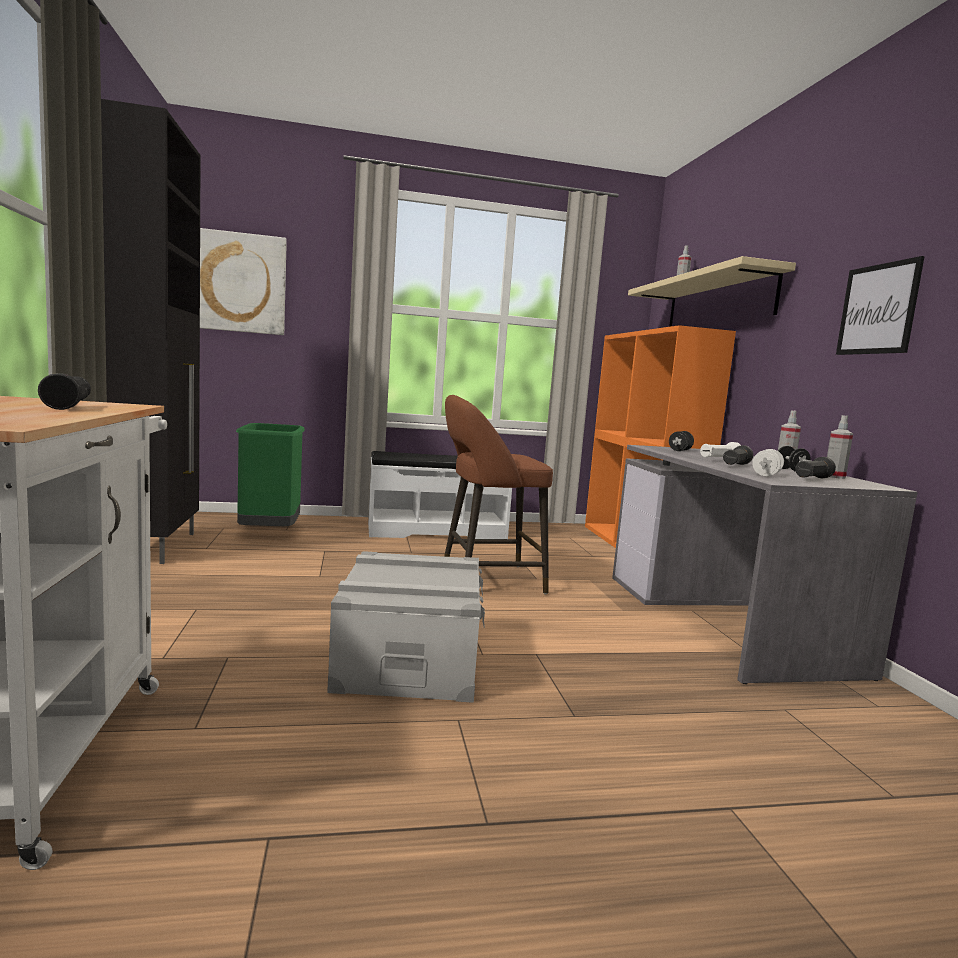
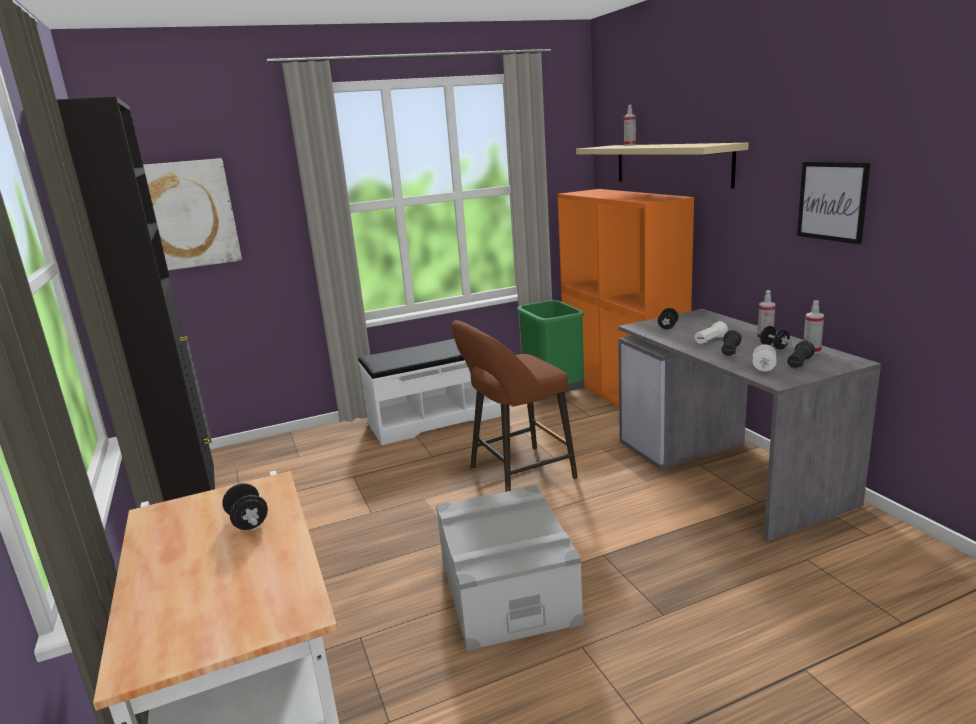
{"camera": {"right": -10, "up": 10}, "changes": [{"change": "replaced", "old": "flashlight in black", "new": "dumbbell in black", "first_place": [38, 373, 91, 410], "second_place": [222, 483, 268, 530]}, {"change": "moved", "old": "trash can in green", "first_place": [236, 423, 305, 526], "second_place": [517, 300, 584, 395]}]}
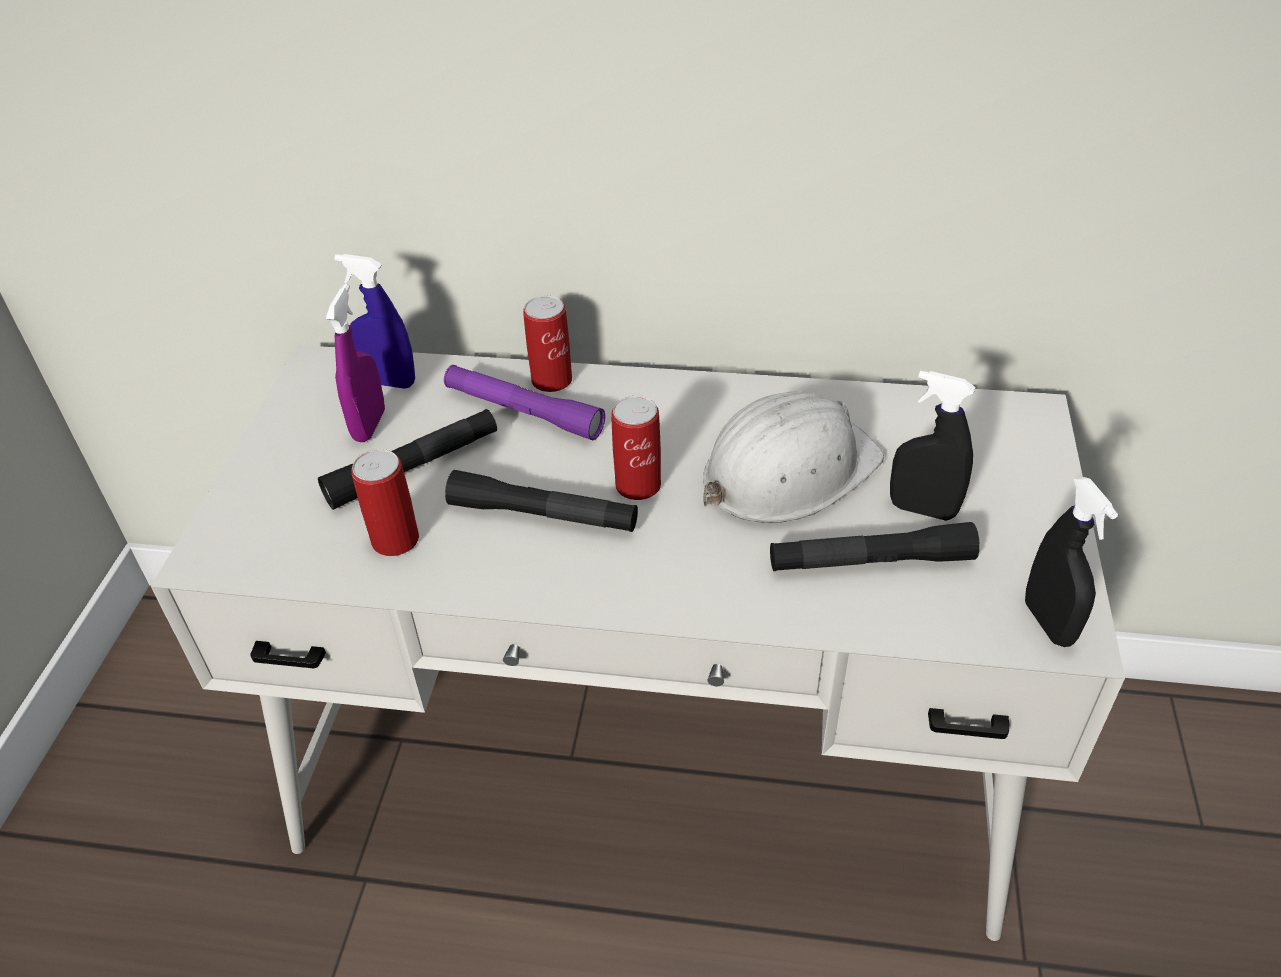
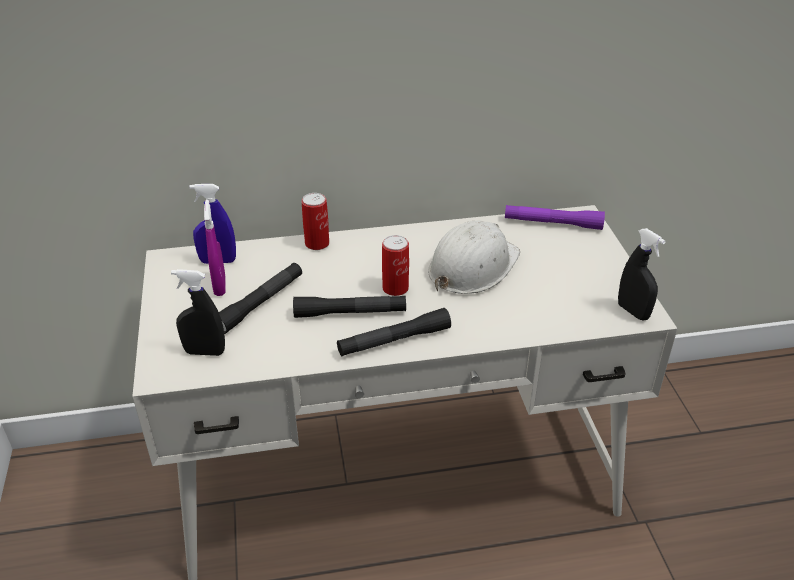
{"camera": {"right": -20, "up": -5}, "changes": [{"change": "removed", "old": "can", "first_place": [351, 449, 419, 556]}, {"change": "moved", "old": "flashlight in purple", "first_place": [444, 365, 605, 440], "second_place": [505, 205, 605, 230]}, {"change": "moved", "old": "flashlight in black", "first_place": [770, 522, 980, 571], "second_place": [337, 308, 451, 356]}, {"change": "moved", "old": "spray bottle in black", "first_place": [890, 371, 975, 521], "second_place": [171, 269, 225, 356]}]}
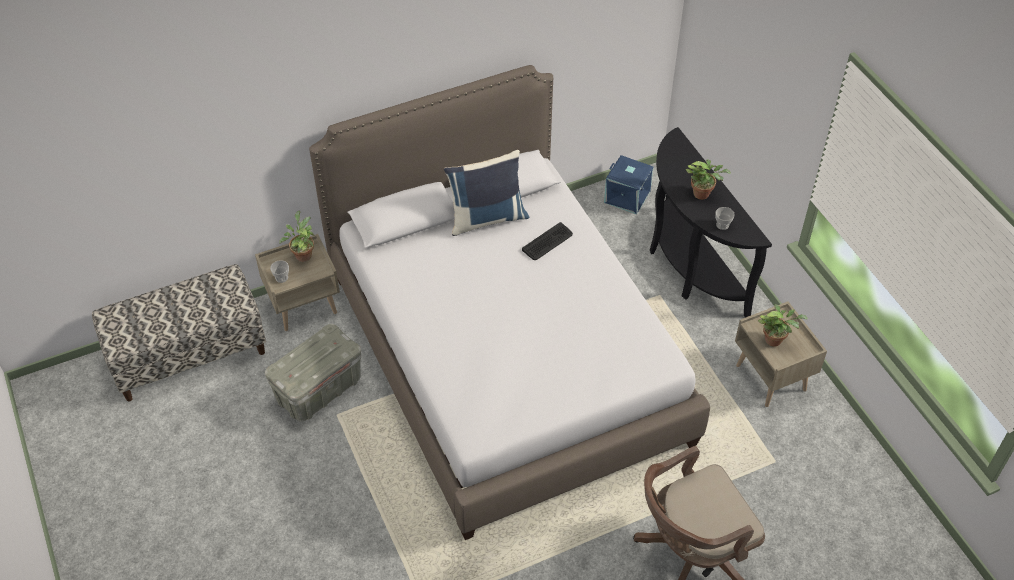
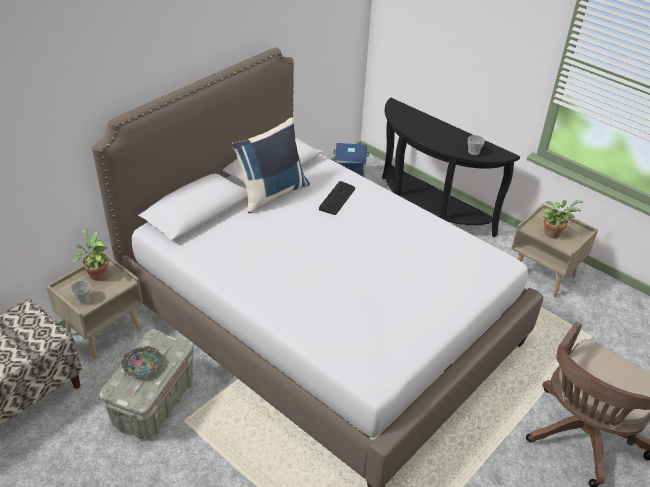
{"camera": {"right": -25, "up": -10}, "changes": [{"change": "removed", "old": "potted plant", "first_place": [686, 159, 731, 200]}, {"change": "added", "new": "bowl", "second_place": [121, 346, 163, 378]}]}
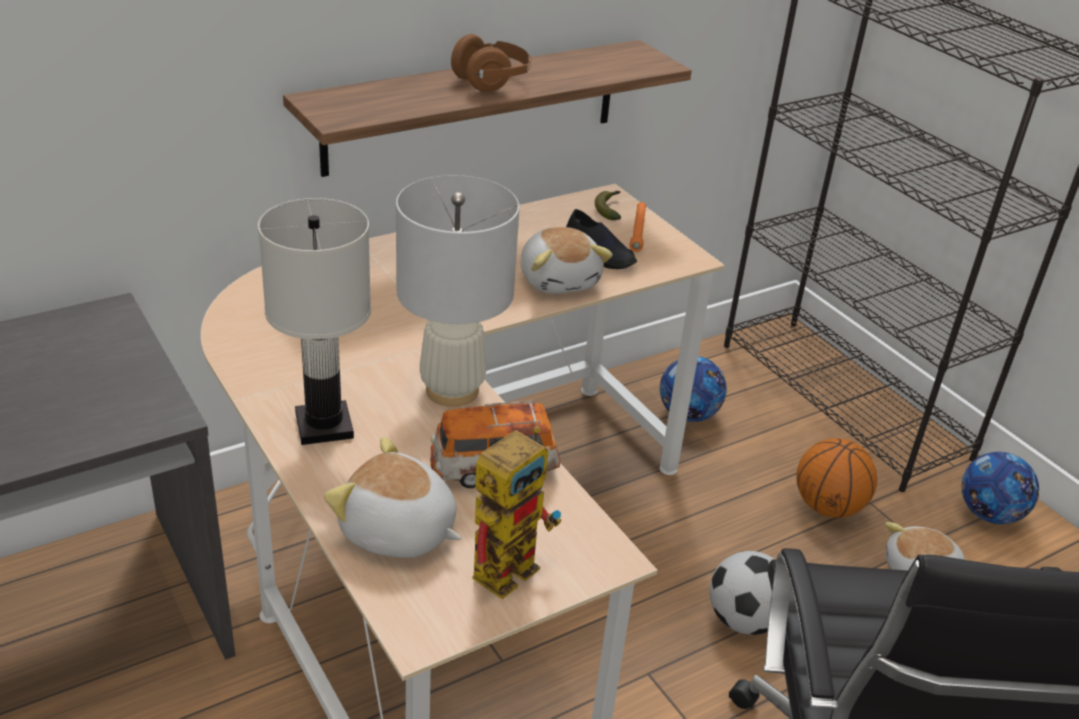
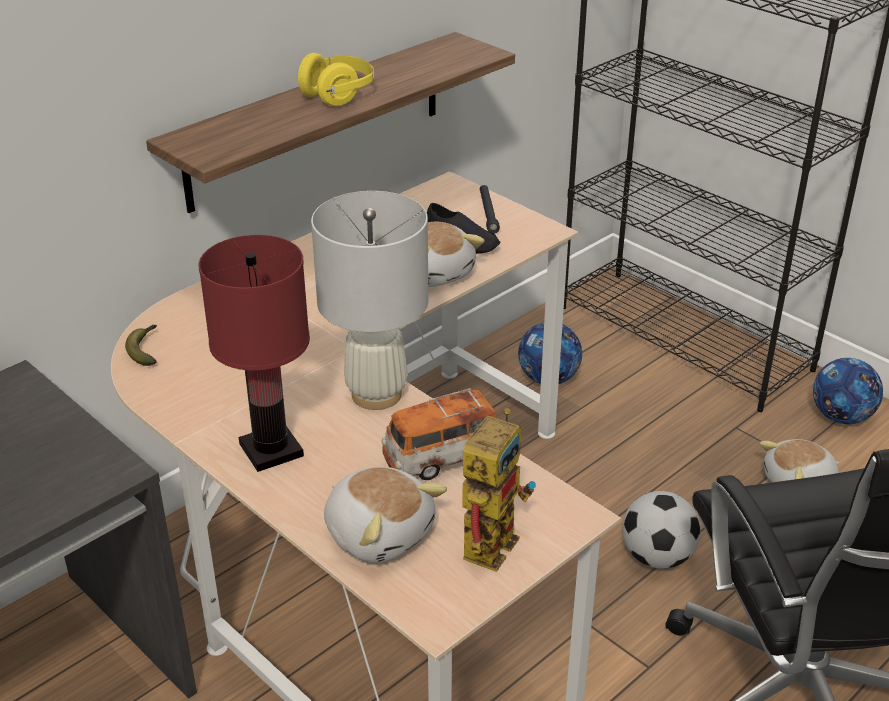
{"camera": {"right": -10, "up": 0}, "changes": [{"change": "recoloured", "old": "table lamp in white", "new": "table lamp in red", "first_place": [258, 198, 371, 445], "second_place": [198, 235, 310, 472]}, {"change": "turned", "old": "plush toy", "first_place": [324, 437, 462, 558], "second_place": [324, 466, 447, 563], "degrees": -150}, {"change": "recoloured", "old": "headphones in brown", "new": "headphones in yellow", "first_place": [451, 34, 532, 92], "second_place": [298, 53, 374, 106]}, {"change": "moved", "old": "banana", "first_place": [595, 191, 621, 220], "second_place": [125, 325, 157, 366]}, {"change": "recoloured", "old": "flashlight in orange", "new": "flashlight in black", "first_place": [630, 202, 646, 252], "second_place": [480, 185, 500, 234]}, {"change": "removed", "old": "basketball", "first_place": [796, 438, 877, 518]}]}
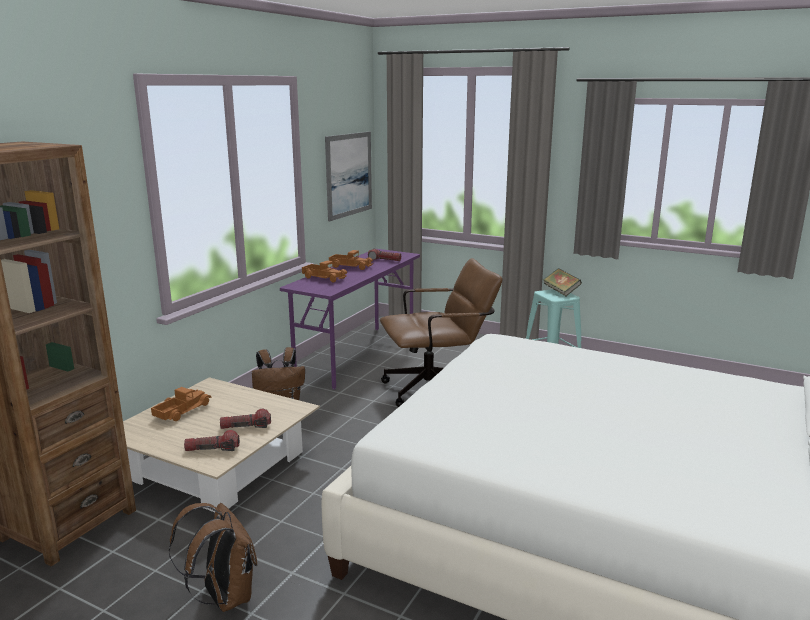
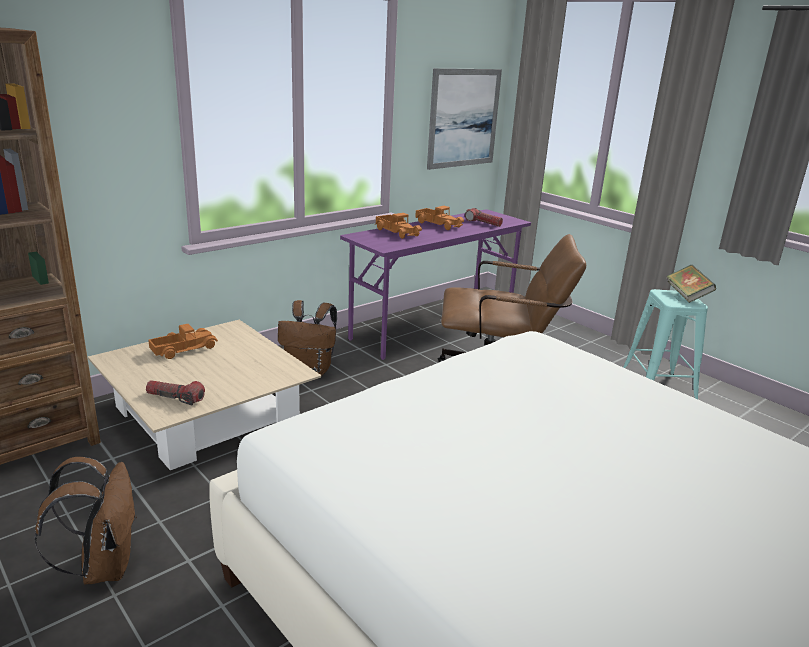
{"camera": {"right": 20, "up": 5}, "changes": [{"change": "removed", "old": "flashlight", "first_place": [220, 409, 271, 429]}]}
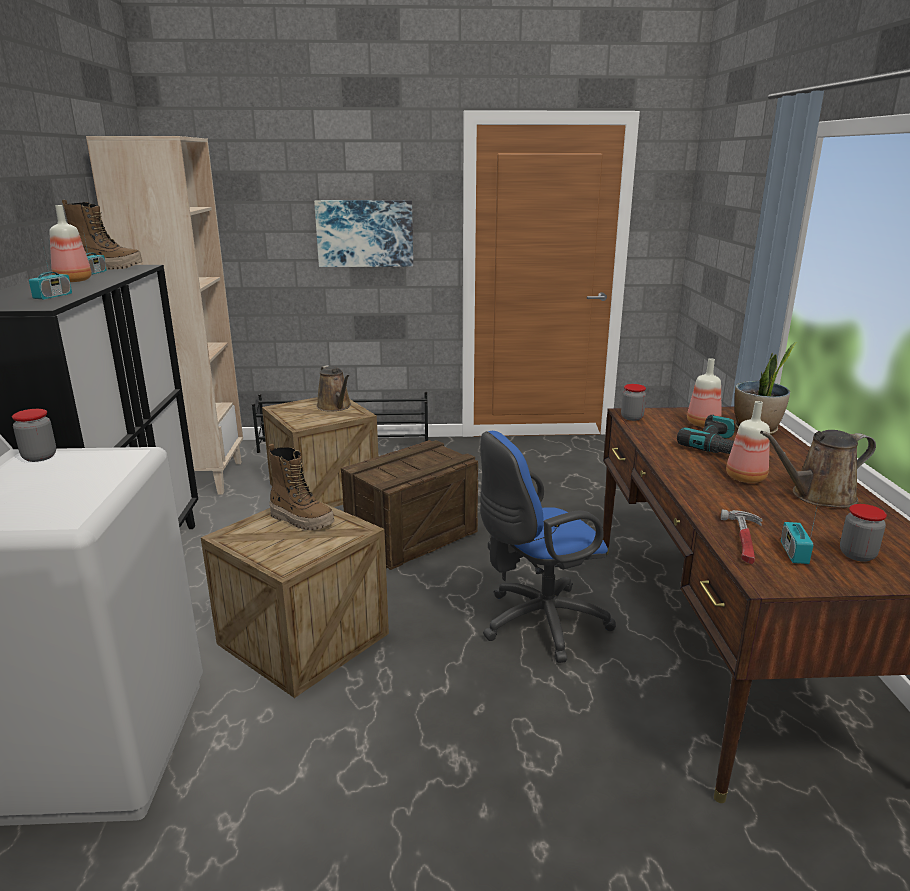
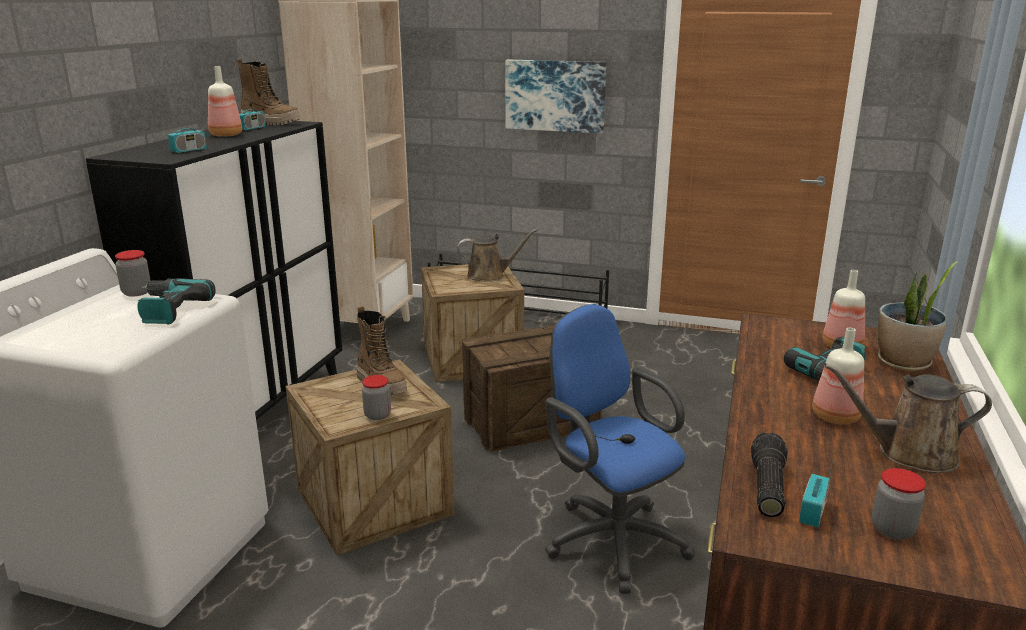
{"camera": {"right": 20, "up": 0}, "changes": [{"change": "turned", "old": "watering can in brown", "first_place": [316, 365, 351, 412], "second_place": [457, 229, 538, 282], "degrees": -90}, {"change": "turned", "old": "office chair in blue", "first_place": [480, 431, 616, 663], "second_place": [545, 304, 695, 594], "degrees": 60}, {"change": "moved", "old": "jar", "first_place": [621, 384, 646, 421], "second_place": [362, 375, 391, 420]}, {"change": "replaced", "old": "hammer", "new": "flashlight", "first_place": [721, 509, 762, 564], "second_place": [751, 432, 788, 517]}, {"change": "added", "new": "power drill", "second_place": [137, 278, 216, 325]}]}
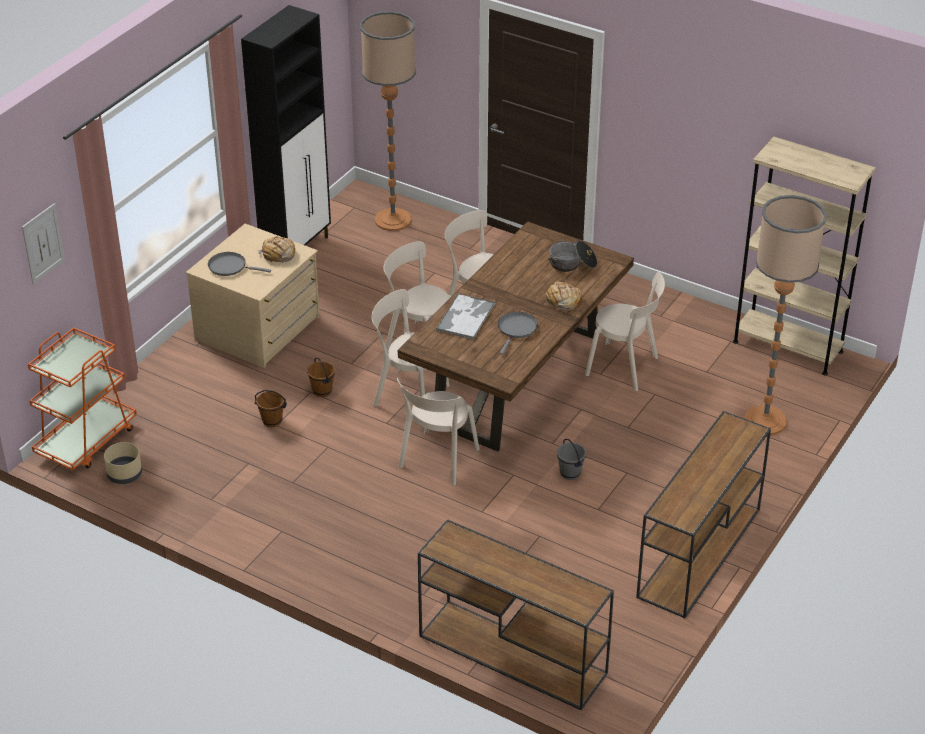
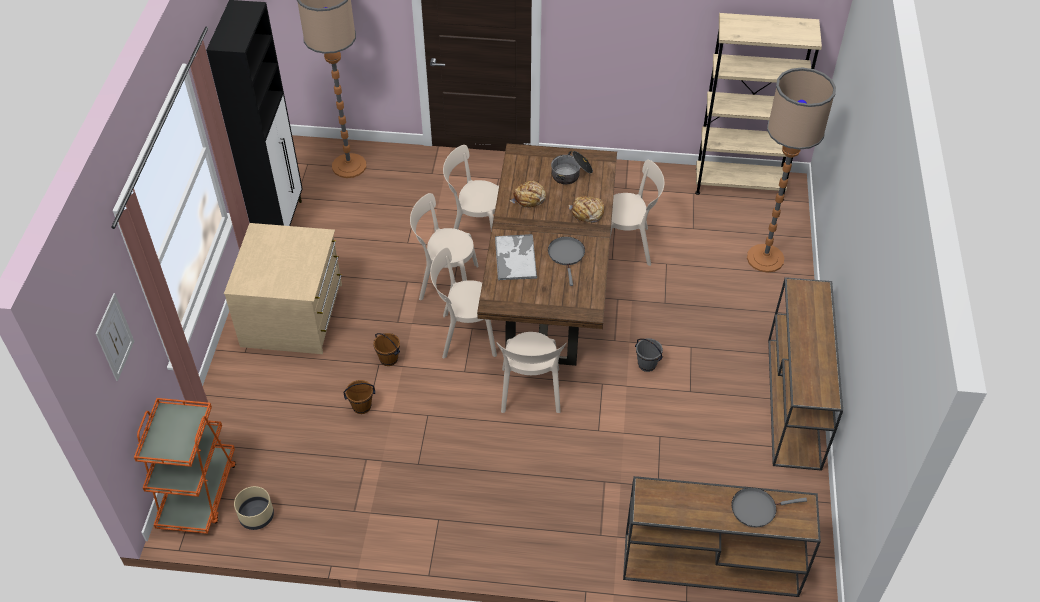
{"camera": {"right": -25, "up": 10}, "changes": [{"change": "moved", "old": "frying pan in grey", "first_place": [208, 252, 271, 276], "second_place": [731, 488, 807, 527]}, {"change": "moved", "old": "bread", "first_place": [258, 236, 295, 263], "second_place": [510, 181, 546, 209]}]}
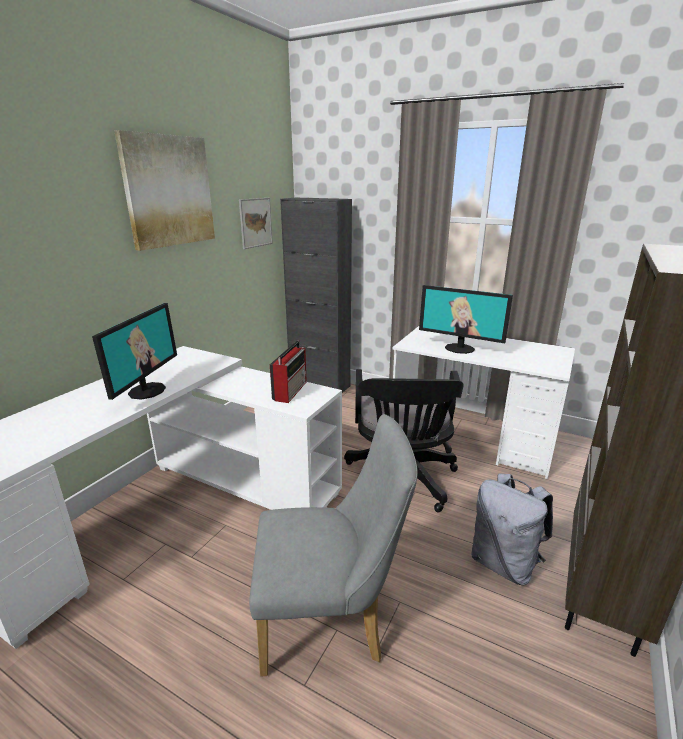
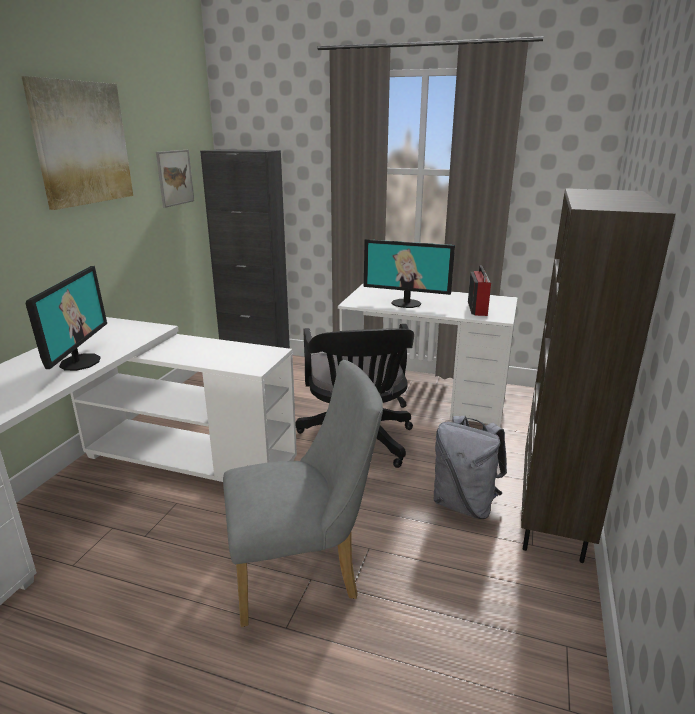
{"camera": {"right": -10, "up": 0}, "changes": [{"change": "moved", "old": "radio", "first_place": [270, 341, 307, 403], "second_place": [468, 265, 491, 316]}]}
